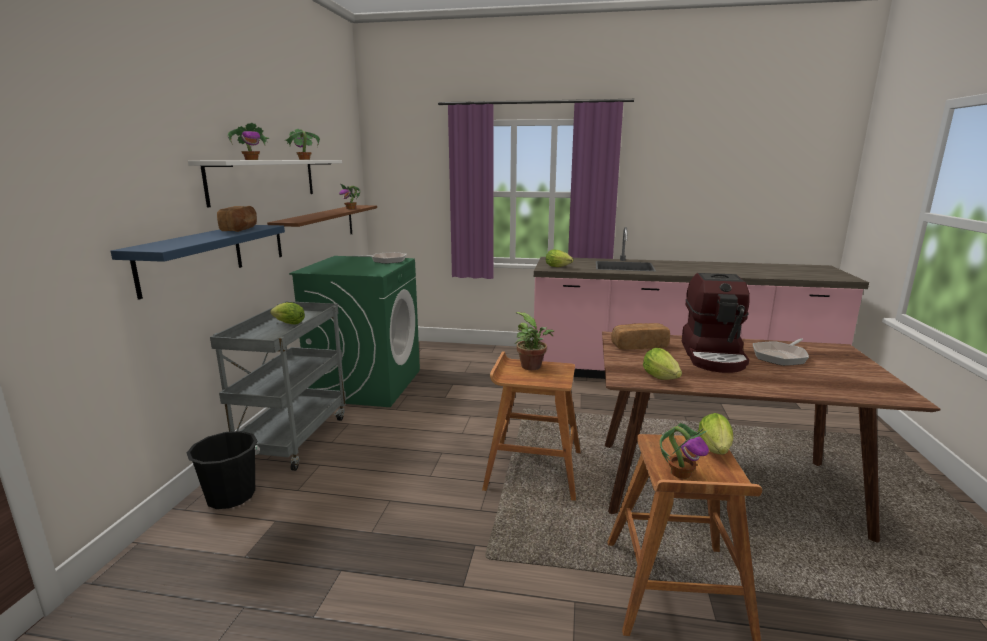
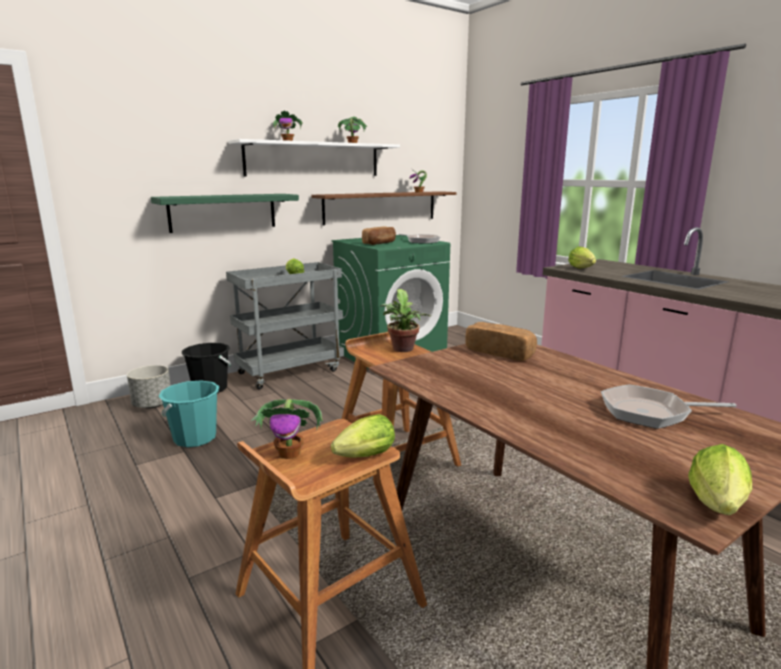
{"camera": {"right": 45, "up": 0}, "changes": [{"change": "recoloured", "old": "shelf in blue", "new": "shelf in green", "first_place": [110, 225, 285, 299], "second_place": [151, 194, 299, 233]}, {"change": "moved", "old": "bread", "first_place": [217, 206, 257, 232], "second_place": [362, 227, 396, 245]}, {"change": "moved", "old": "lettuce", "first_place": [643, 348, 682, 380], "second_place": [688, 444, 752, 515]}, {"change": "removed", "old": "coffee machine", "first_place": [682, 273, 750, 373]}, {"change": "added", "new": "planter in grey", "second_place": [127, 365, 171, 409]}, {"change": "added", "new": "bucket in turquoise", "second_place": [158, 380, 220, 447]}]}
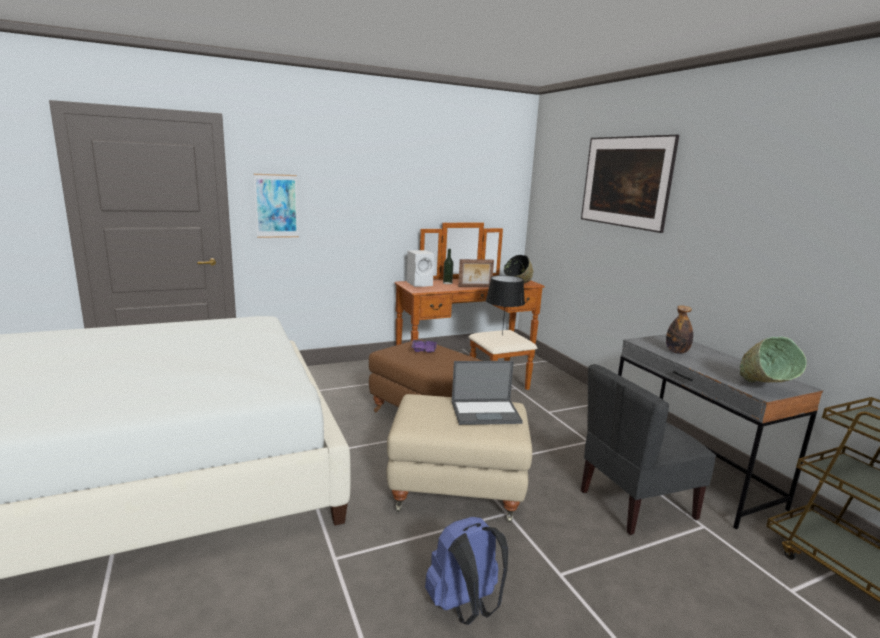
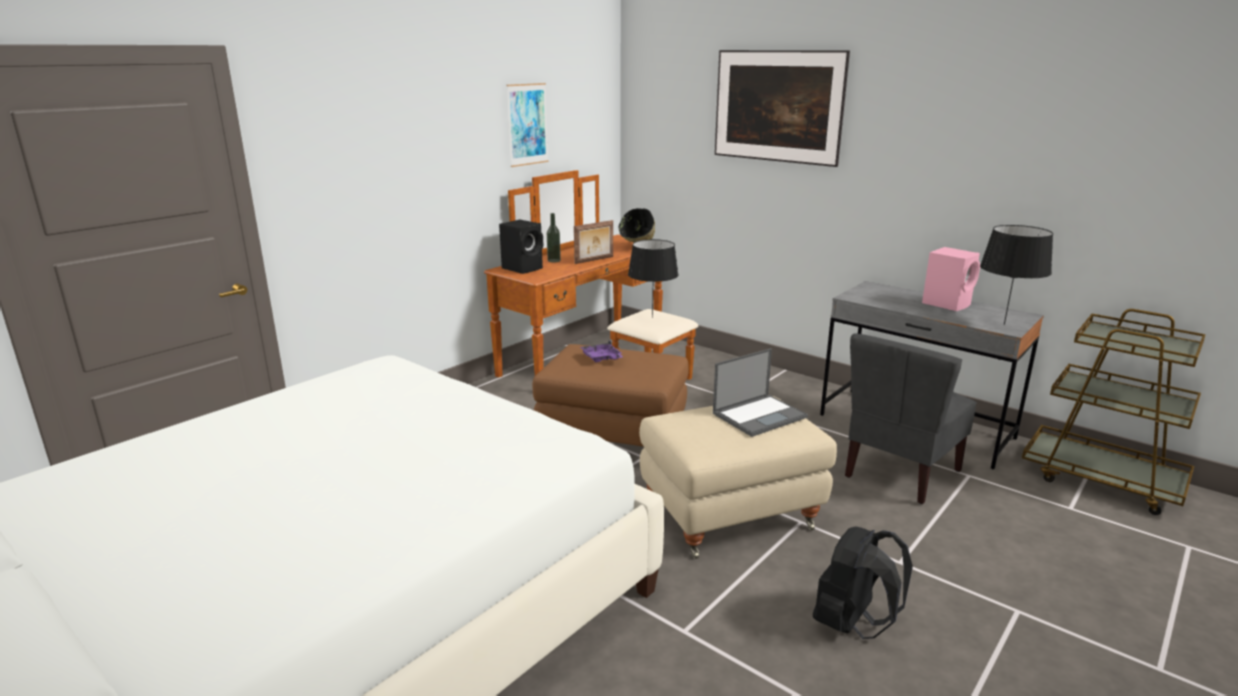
{"camera": {"right": -25, "up": 5}, "changes": [{"change": "moved", "old": "picture", "first_place": [254, 174, 299, 238], "second_place": [507, 83, 548, 167]}, {"change": "recoloured", "old": "speaker in white", "new": "speaker in black", "first_place": [407, 250, 435, 287], "second_place": [499, 220, 543, 274]}, {"change": "recoloured", "old": "backpack in blue", "new": "backpack in black", "first_place": [425, 517, 508, 625], "second_place": [813, 526, 913, 639]}, {"change": "removed", "old": "bottle", "first_place": [666, 305, 693, 354]}, {"change": "replaced", "old": "bowl in green", "new": "table lamp in black", "first_place": [740, 337, 807, 382], "second_place": [980, 225, 1053, 325]}, {"change": "added", "new": "speaker in pink", "second_place": [922, 247, 980, 311]}]}
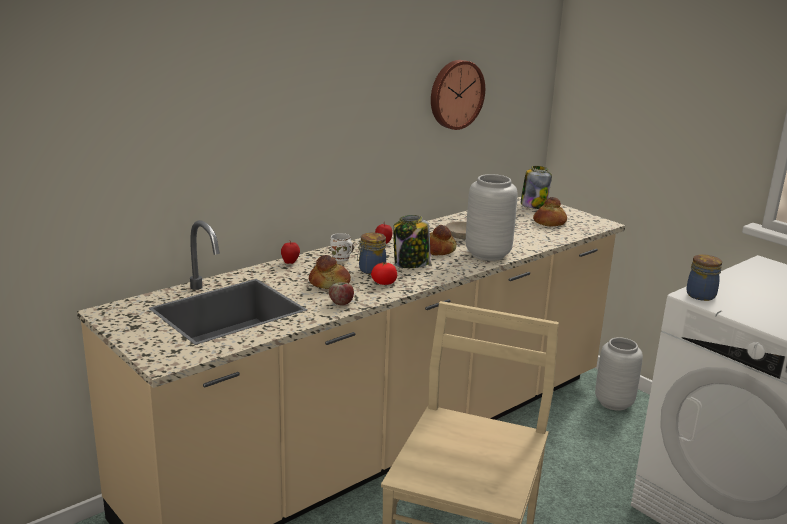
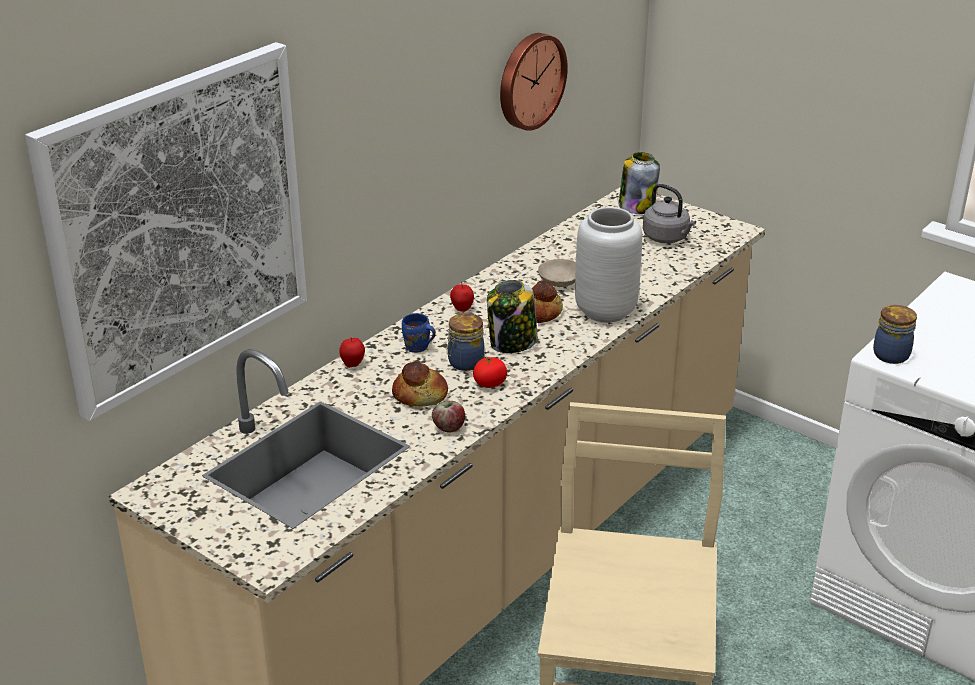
{"camera": {"right": -10, "up": 10}, "changes": [{"change": "recoloured", "old": "mug in white", "new": "mug in blue", "first_place": [330, 233, 354, 261], "second_place": [402, 313, 436, 353]}, {"change": "replaced", "old": "bread", "new": "kettle in grey", "first_place": [533, 197, 567, 226], "second_place": [643, 184, 696, 243]}, {"change": "removed", "old": "vase in grey", "first_place": [595, 337, 643, 411]}, {"change": "added", "new": "picture", "second_place": [25, 42, 307, 421]}]}
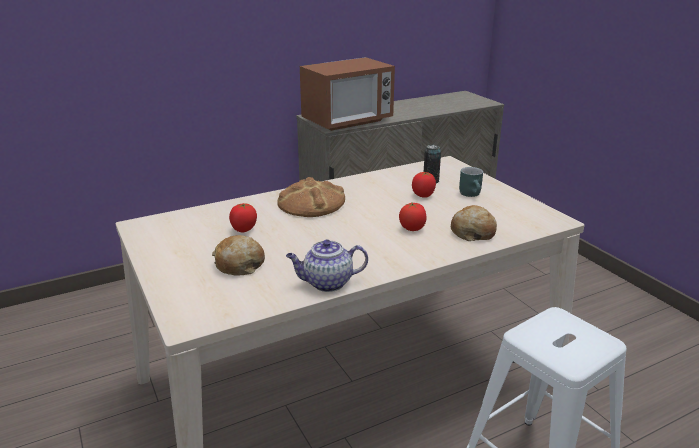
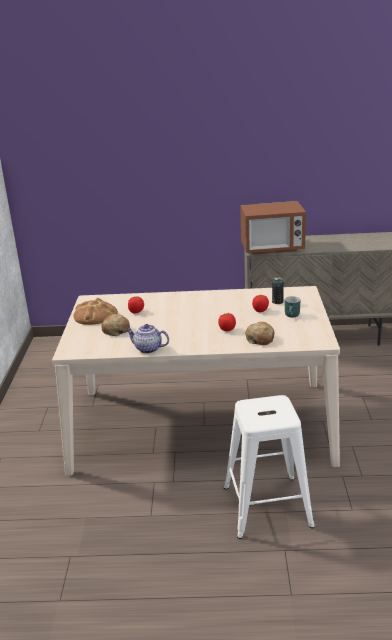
{"camera": {"right": 30, "up": 0}, "changes": [{"change": "moved", "old": "bread", "first_place": [277, 177, 345, 217], "second_place": [73, 298, 118, 325]}]}
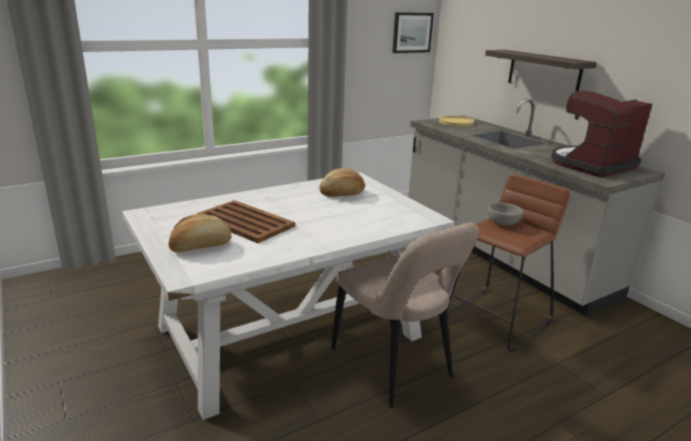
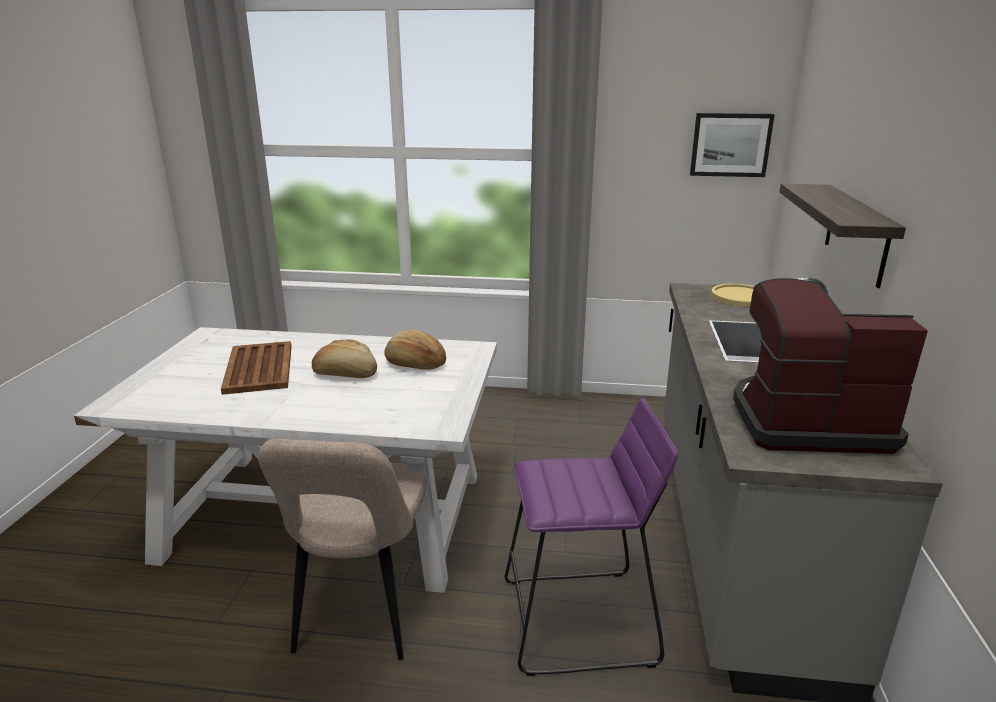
{"camera": {"right": 40, "up": 0}, "changes": [{"change": "moved", "old": "bread", "first_place": [168, 214, 231, 253], "second_place": [312, 340, 377, 378]}, {"change": "recoloured", "old": "stool in brown", "new": "stool in purple", "first_place": [446, 174, 571, 352], "second_place": [505, 398, 678, 676]}, {"change": "removed", "old": "bowl in grey", "first_place": [487, 202, 523, 226]}]}
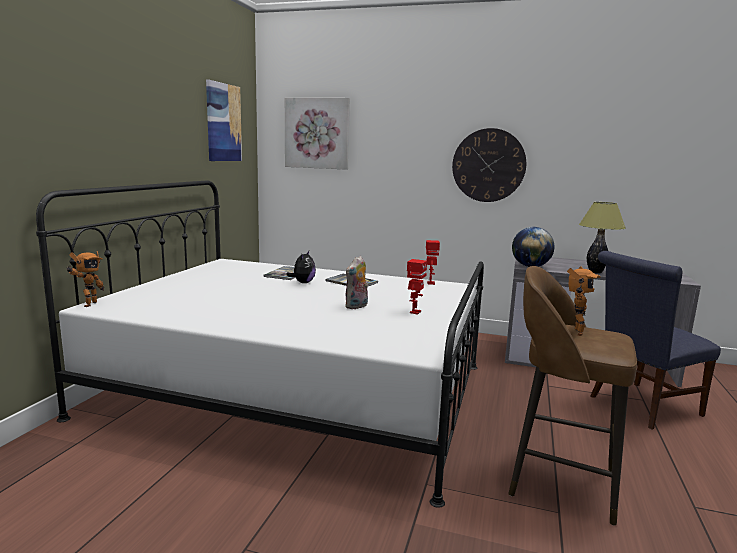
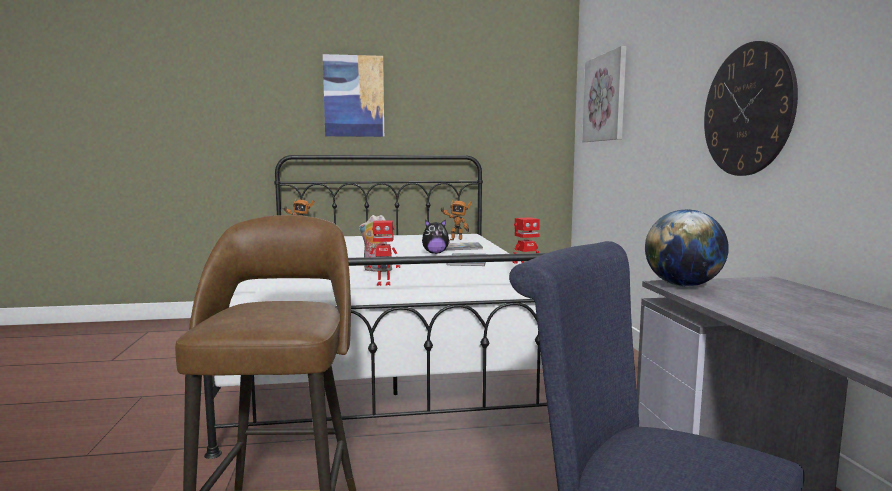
{"camera": {"right": 65, "up": -5}, "changes": [{"change": "moved", "old": "picture", "first_place": [206, 79, 242, 161], "second_place": [323, 54, 384, 137]}, {"change": "moved", "old": "toy robot", "first_place": [567, 266, 601, 336], "second_place": [440, 199, 472, 240]}, {"change": "removed", "old": "table lamp", "first_place": [579, 202, 626, 274]}]}
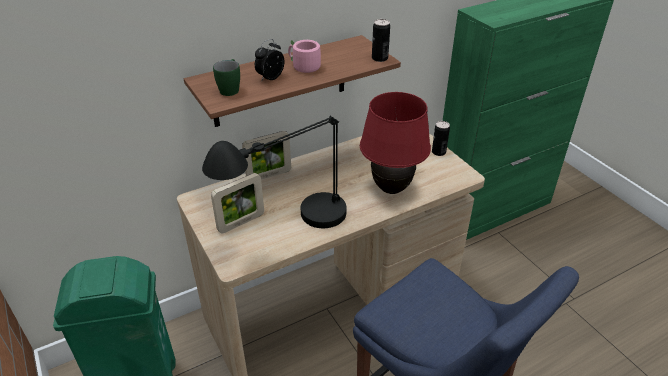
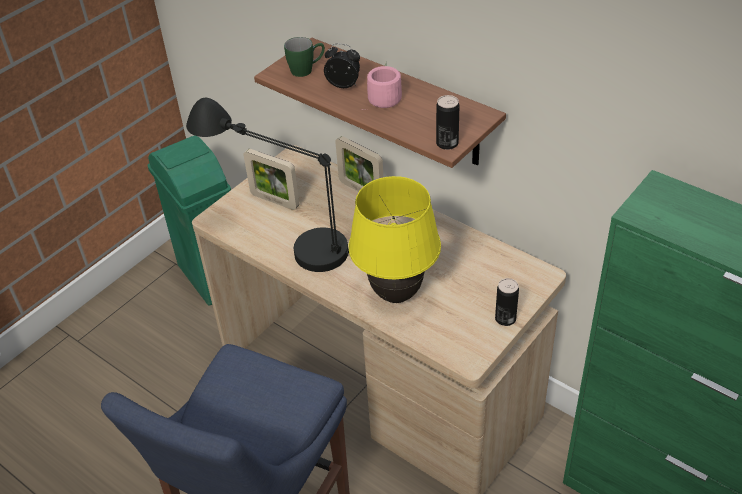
{"camera": {"right": 70, "up": 5}, "changes": [{"change": "recoloured", "old": "table lamp in red", "new": "table lamp in yellow", "first_place": [360, 92, 431, 194], "second_place": [349, 176, 441, 303]}]}
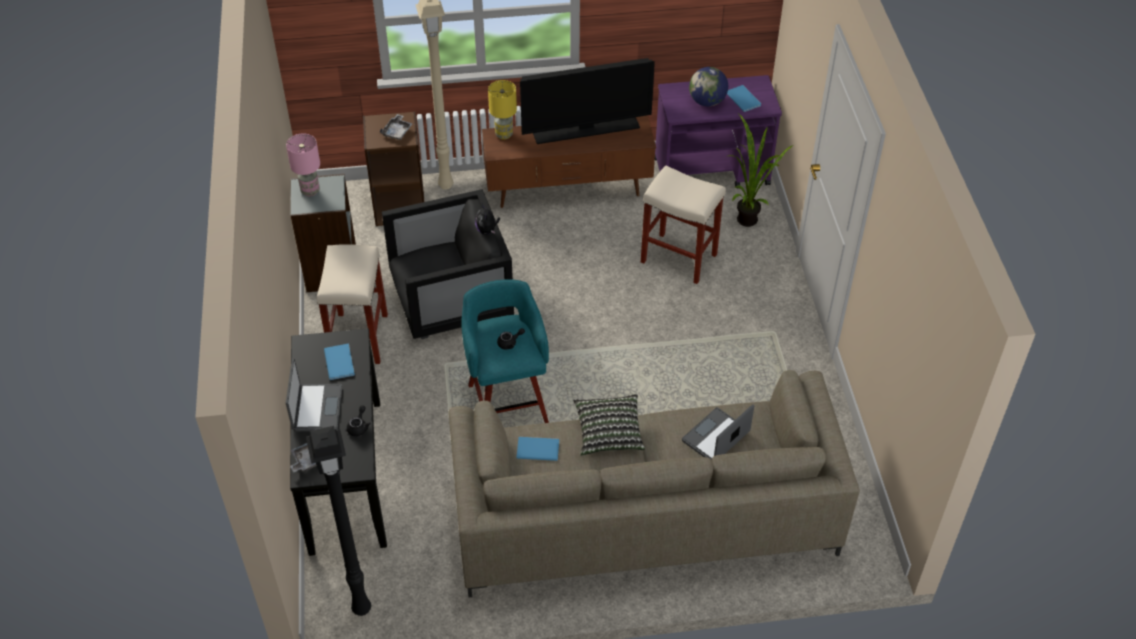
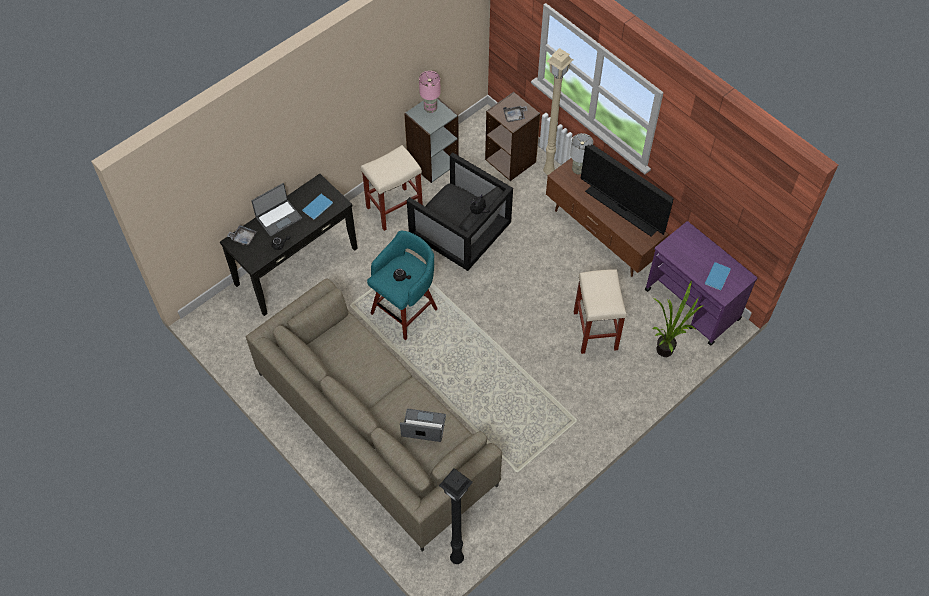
{"camera": {"right": 55, "up": 10}, "changes": [{"change": "moved", "old": "floor lamp in black", "first_place": [306, 426, 371, 616], "second_place": [439, 468, 473, 564]}, {"change": "recoloured", "old": "table lamp in yellow", "new": "table lamp in grey", "first_place": [488, 80, 517, 140], "second_place": [570, 133, 593, 175]}, {"change": "removed", "old": "book in blue", "first_place": [516, 437, 559, 461]}, {"change": "removed", "old": "pillow", "first_place": [573, 394, 645, 456]}, {"change": "removed", "old": "globe", "first_place": [689, 67, 728, 107]}]}
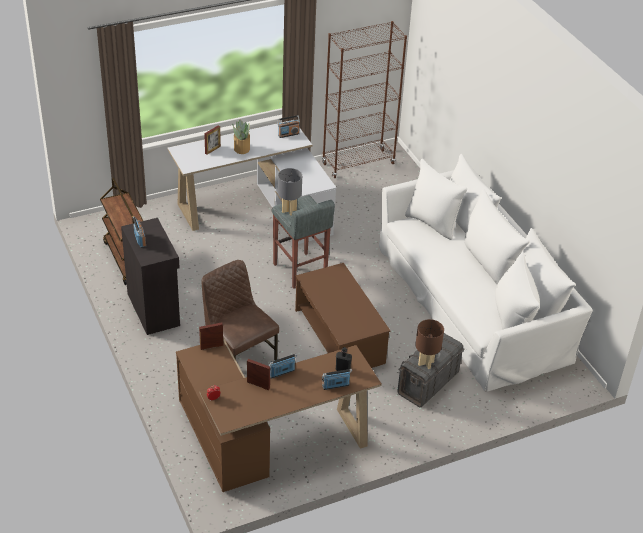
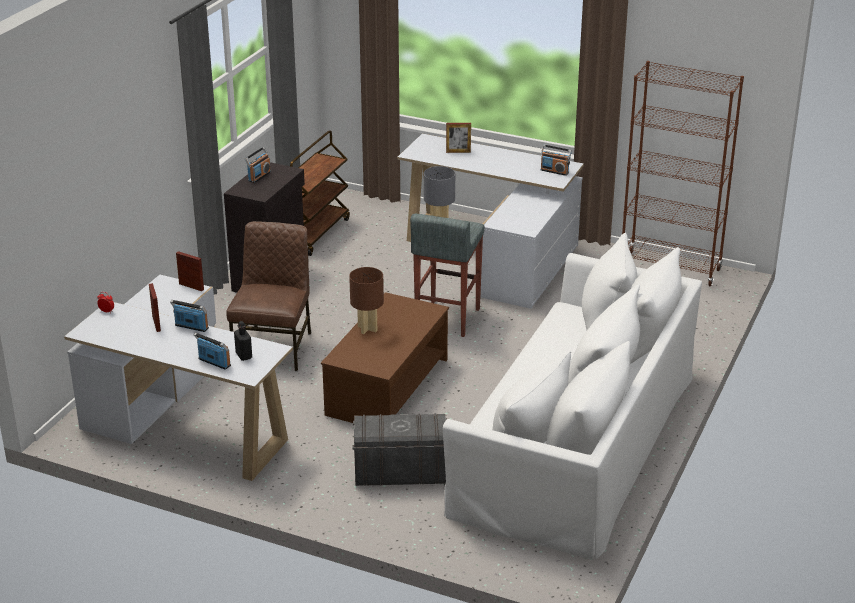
{"camera": {"right": 50, "up": -10}, "changes": [{"change": "recoloured", "old": "desk in brown", "new": "desk in white", "first_place": [176, 338, 382, 492], "second_place": [64, 275, 293, 481]}, {"change": "removed", "old": "potted plant", "first_place": [232, 120, 250, 154]}, {"change": "moved", "old": "table lamp in brown", "first_place": [415, 319, 444, 369], "second_place": [349, 267, 384, 334]}]}
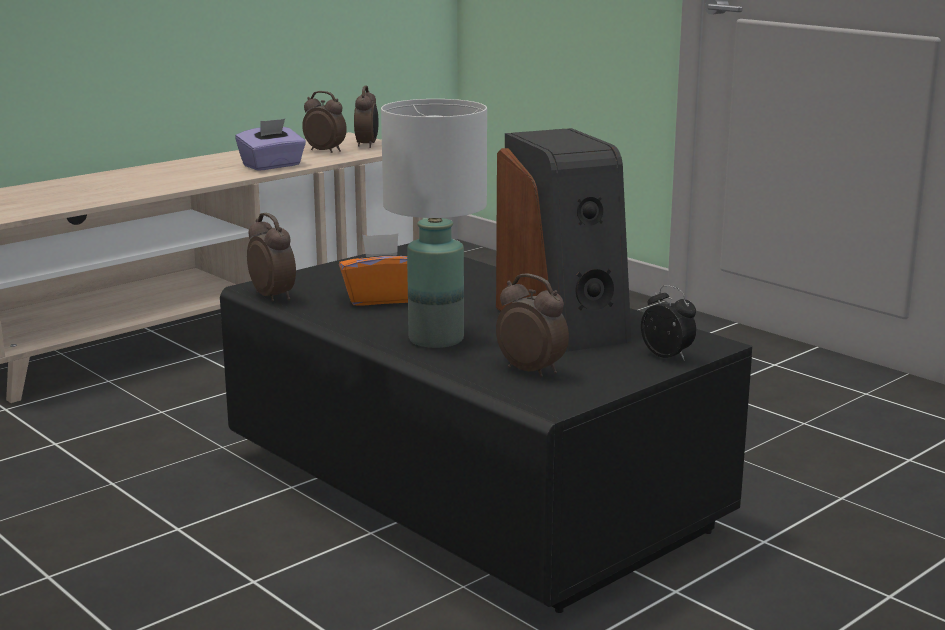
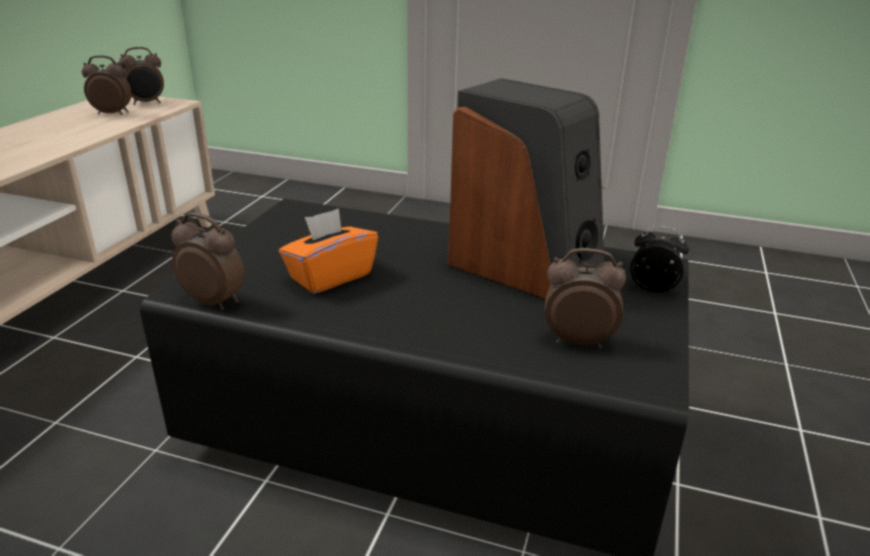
{"camera": {"right": -30, "up": 10}, "changes": [{"change": "removed", "old": "tissue box in purple", "first_place": [235, 119, 306, 171]}, {"change": "turned", "old": "alarm clock", "first_place": [354, 86, 378, 148], "second_place": [119, 47, 164, 105], "degrees": 90}, {"change": "removed", "old": "table lamp in white", "first_place": [381, 99, 487, 348]}]}
